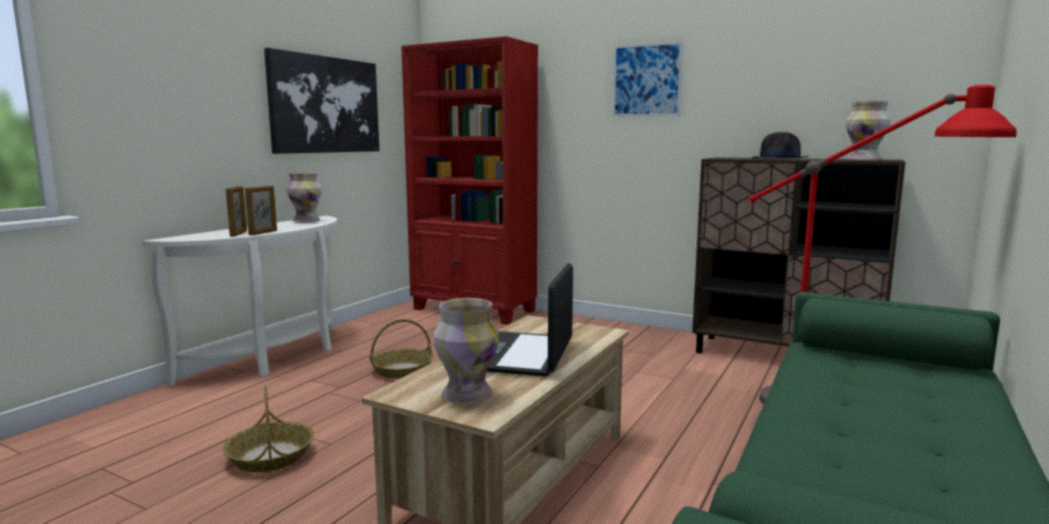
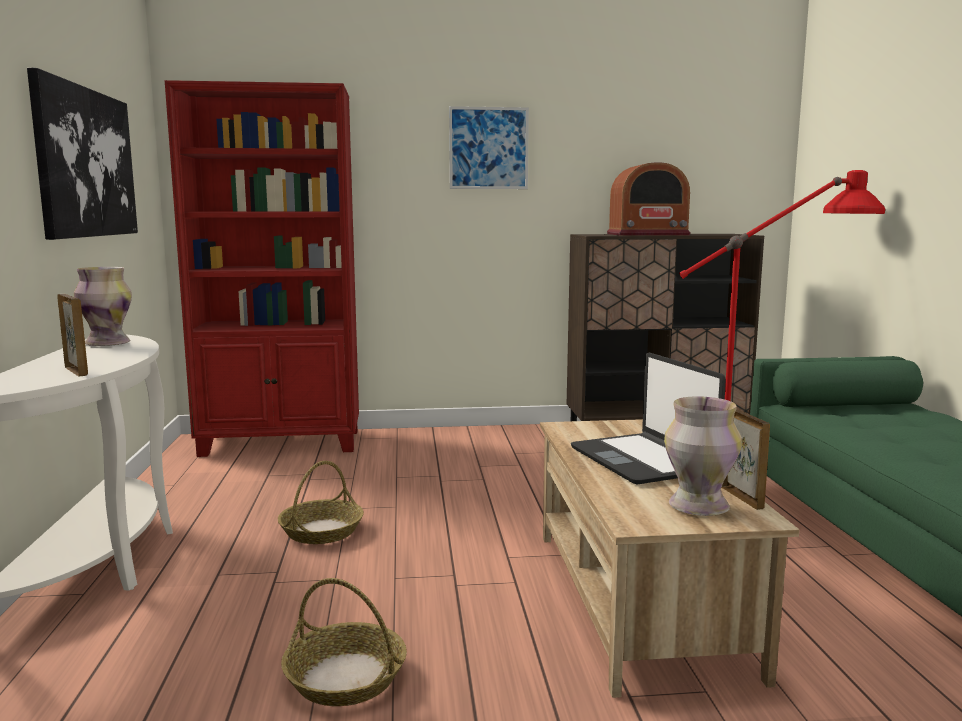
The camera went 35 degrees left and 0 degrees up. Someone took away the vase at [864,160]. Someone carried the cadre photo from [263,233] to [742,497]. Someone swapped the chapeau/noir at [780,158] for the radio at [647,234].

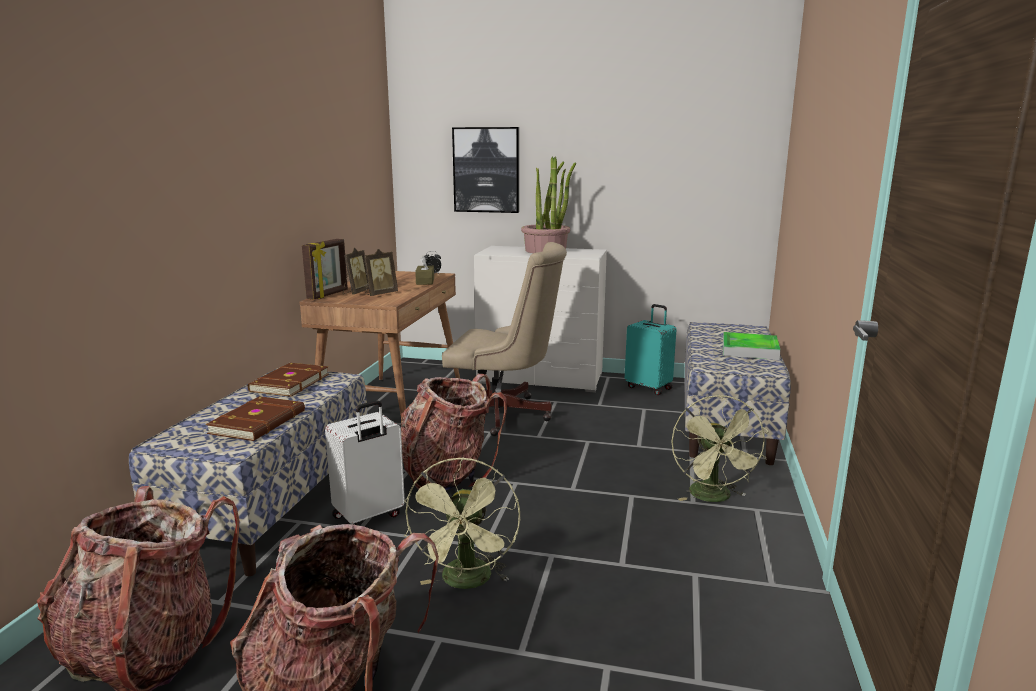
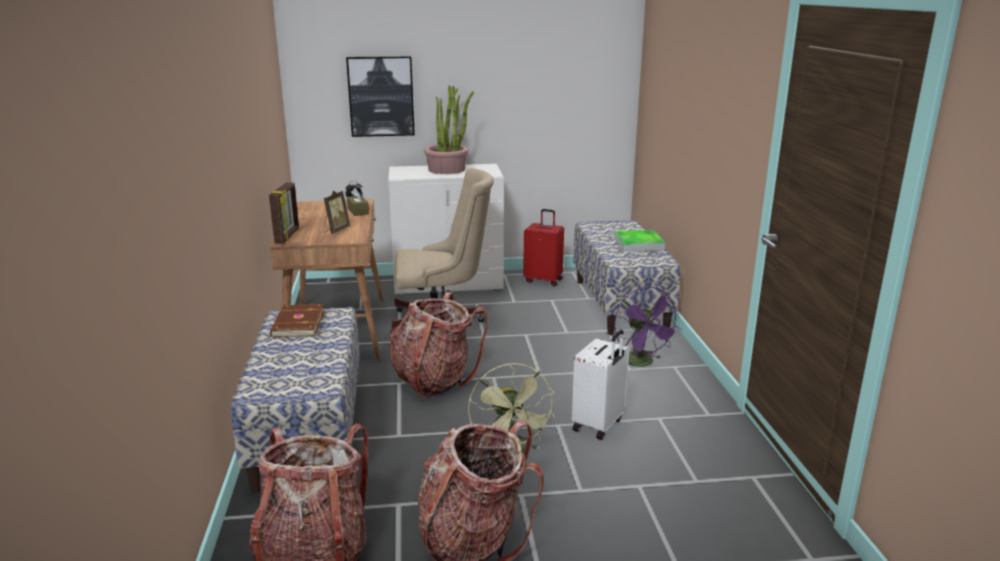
The camera went 20 degrees left and 5 degrees up. Someone took away the livre/marron at [259,422]. Someone took away the cadre photo at [356,292]. Someone carried the valise/blanc from [368,516] to [599,425]. Someone repainted the valise/turquoise at [649,387], which became the valise/rouge at [544,280]. Someone repainted the ventilateur/vert at [714,498], which became the ventilateur/violet at [642,363].

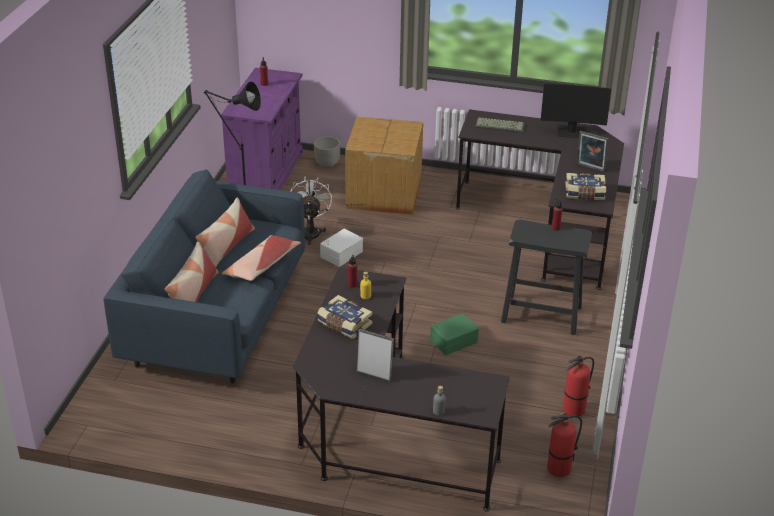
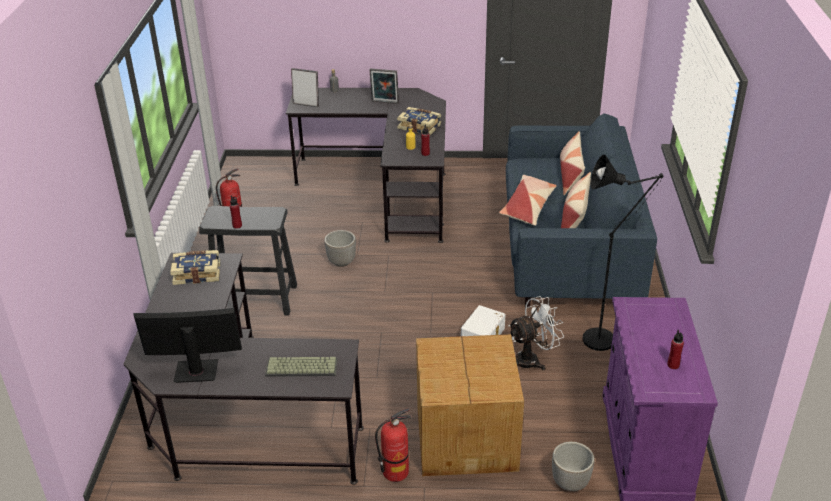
The camera went 170 degrees right and 0 degrees up. Someone carried the extincteur from [558,469] to [395,472]. Someone carried the cadre photo from [590,168] to [306,104]. Someone swapped the boîte de rangement/vert at [453,340] for the cache-pot at [341,262]. Someone rotated the ventilateur/blanc at [310,232] by 105 degrees counterclockwise.

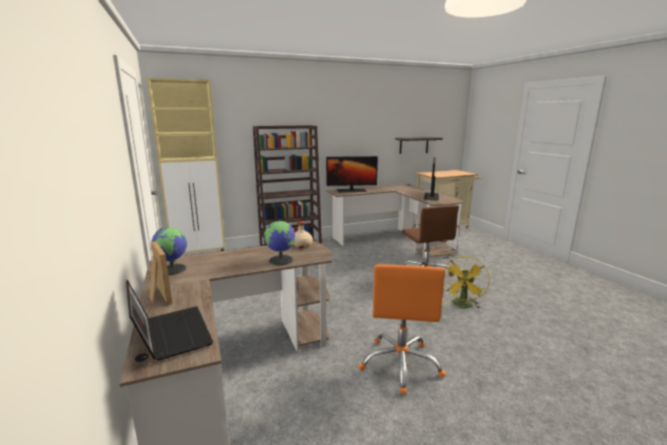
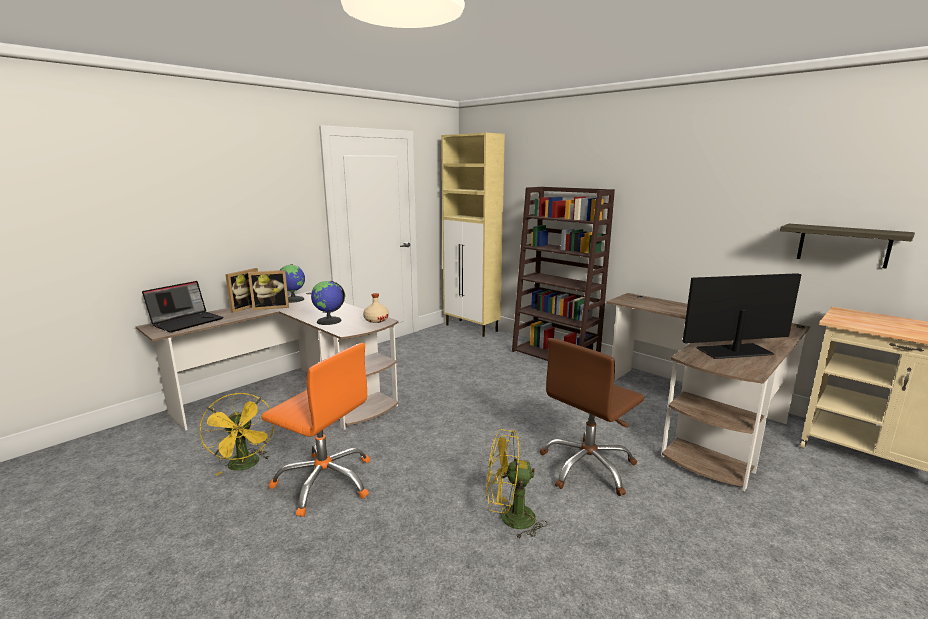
The camera went 65 degrees right and 0 degrees up. Someone took away the écran d'ordinateur at [351,190]. Someone put down the ventilateur/jaune at [245,466]. Someone put down the cadre photo at [271,307]. Someone rotated the chaise de bureau/orange at [401,364] by 135 degrees counterclockwise.

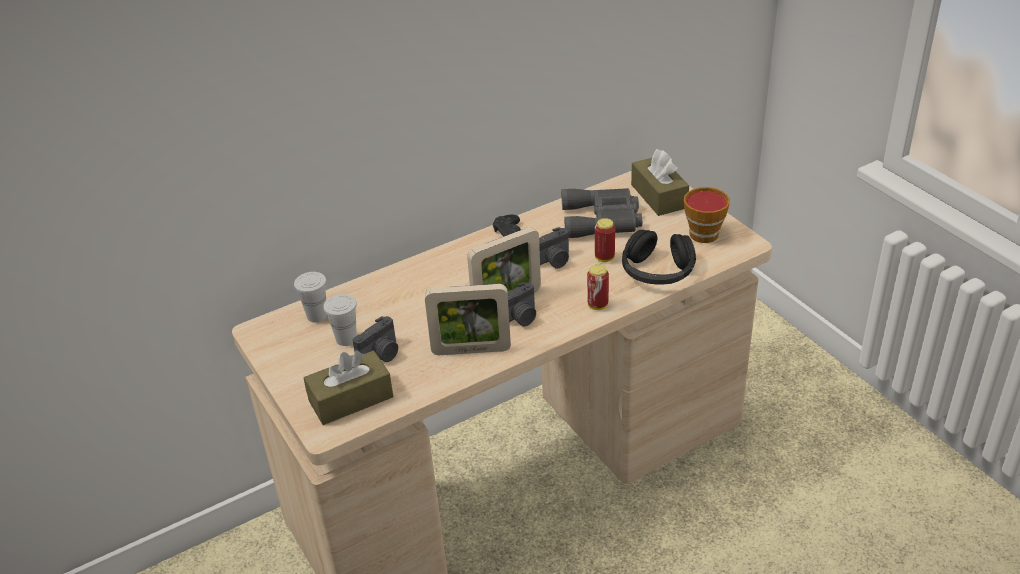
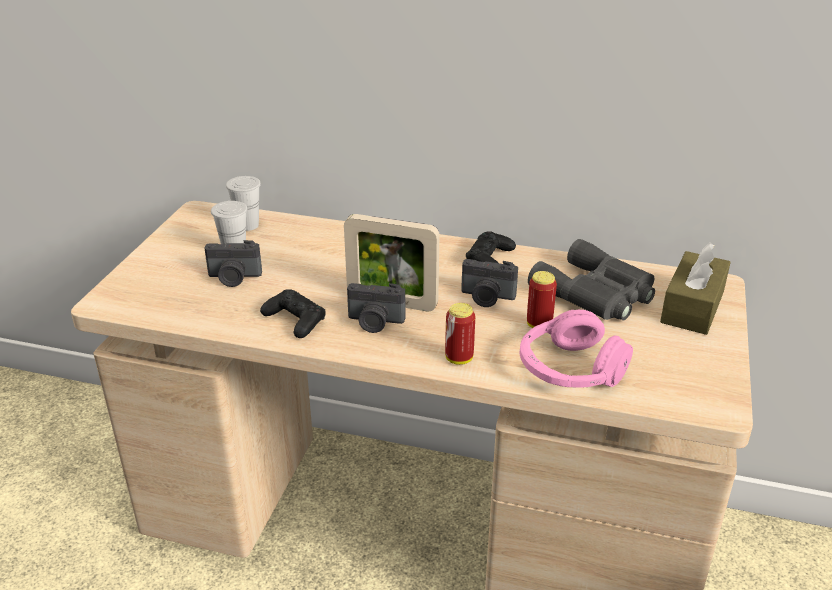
The camera went 45 degrees right and 5 degrees down. Someone took away the boîte à mouchoirs/marron at [351,399]. Someone took away the tasse at [702,232]. Someone swapped the cadre photo at [471,350] for the manette/noir at [295,320]. Someone repainted the casque audio/noir at [657,271], which became the casque audio/rose at [569,369].

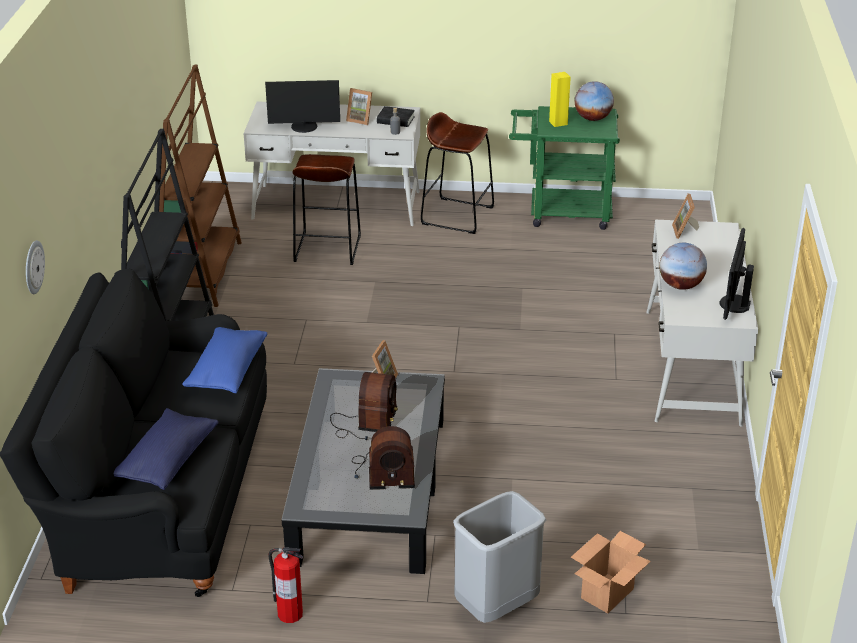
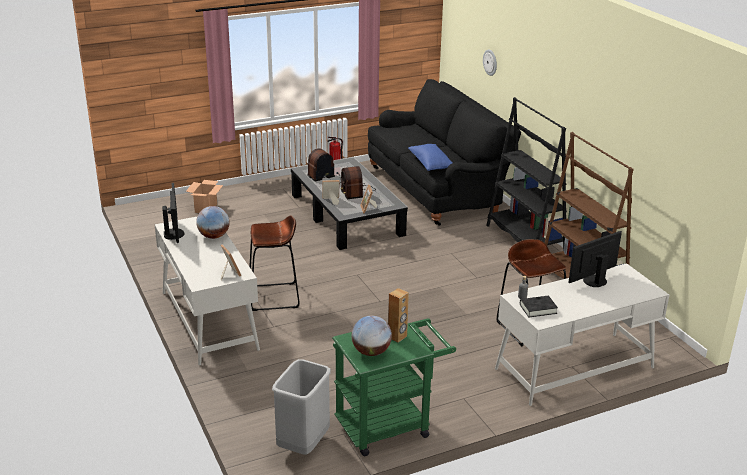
The camera went 150 degrees right and 5 degrees down. Someone took away the coussin/bleu at [167,460]. Someone carried the cadre photo from [360,119] to [331,200]. Someone carried the tabouret/marron from [457,215] to [274,297]. Someone carried the poubelle/gris from [496,606] to [304,445]. Someone repainted the enceinte/jaune at [558,123], which became the enceinte/marron at [397,337].

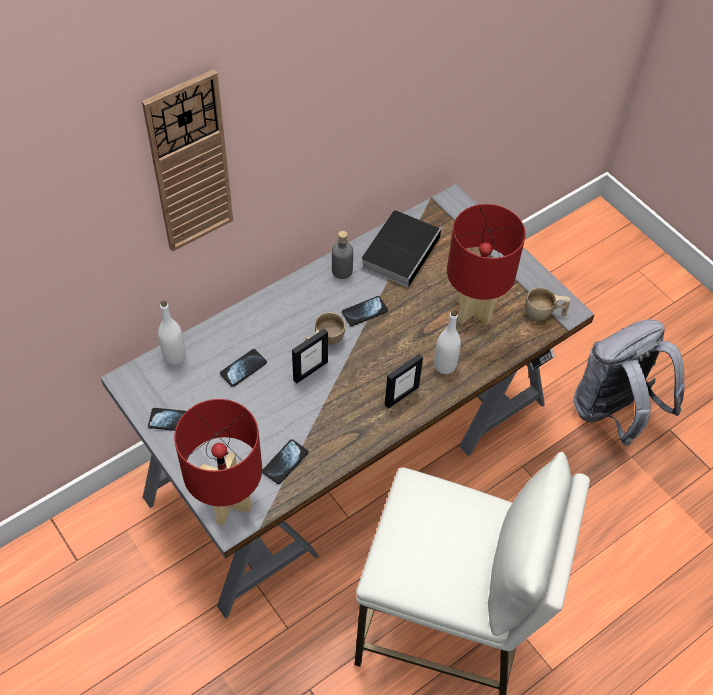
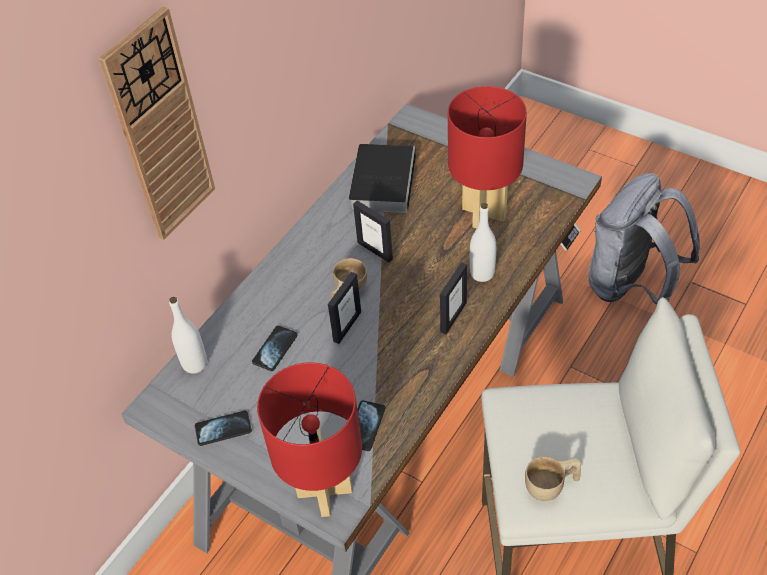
The camera went 15 degrees left and 5 degrees down. Someone took away the bouteille/gris at [342,271]. Someone carried the tasse/beige from [544,314] to [552,487]. Someone swapped the téléphone at [364,312] for the cadre photo at [375,250].

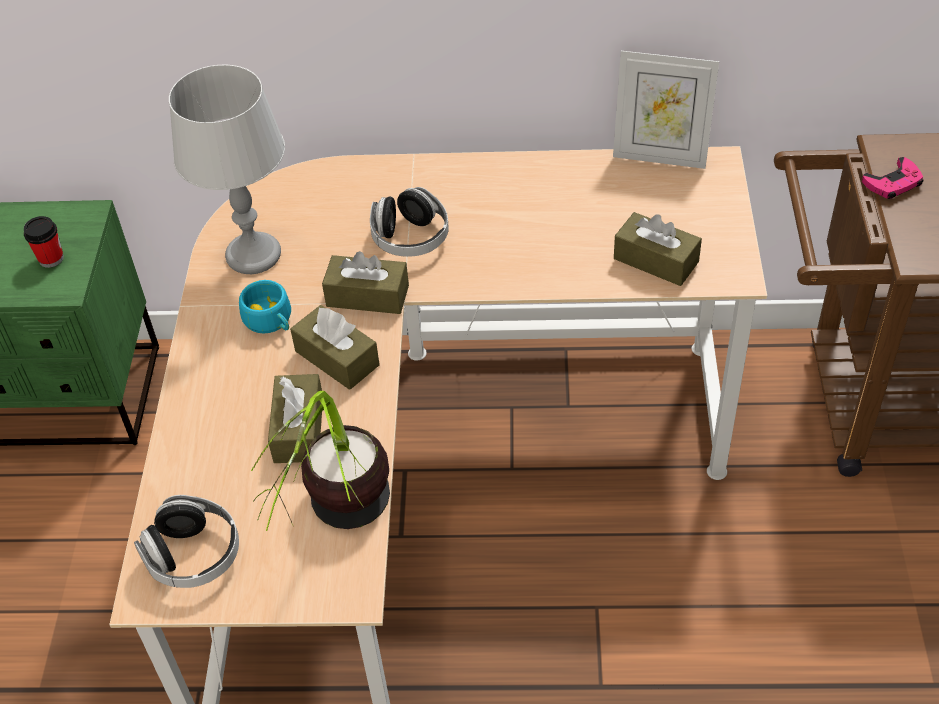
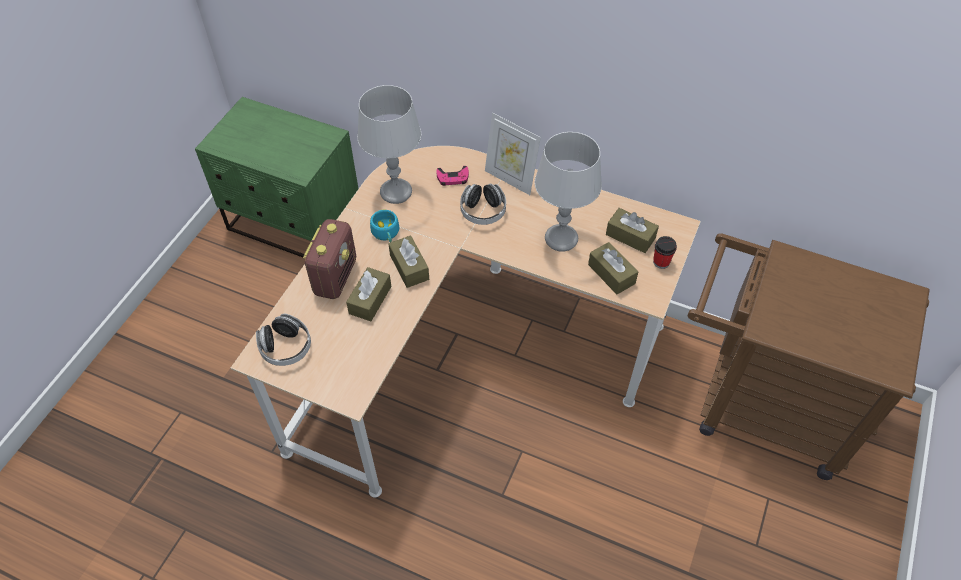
The camera went 20 degrees right and 5 degrees up. Someone took away the plante en pot at [344,537]. Someone put down the radio at [335,276]. Someone put down the lampe de table/gris at [561,239]. Someone carried the tasse from [51,258] to [661,262]. Someone carried the boîte à mouchoirs/marron from [367,296] to [630,236]. Someone carried the cadre photo from [660,156] to [510,179]. Someone carried the manette/rose from [893,183] to [453,178].

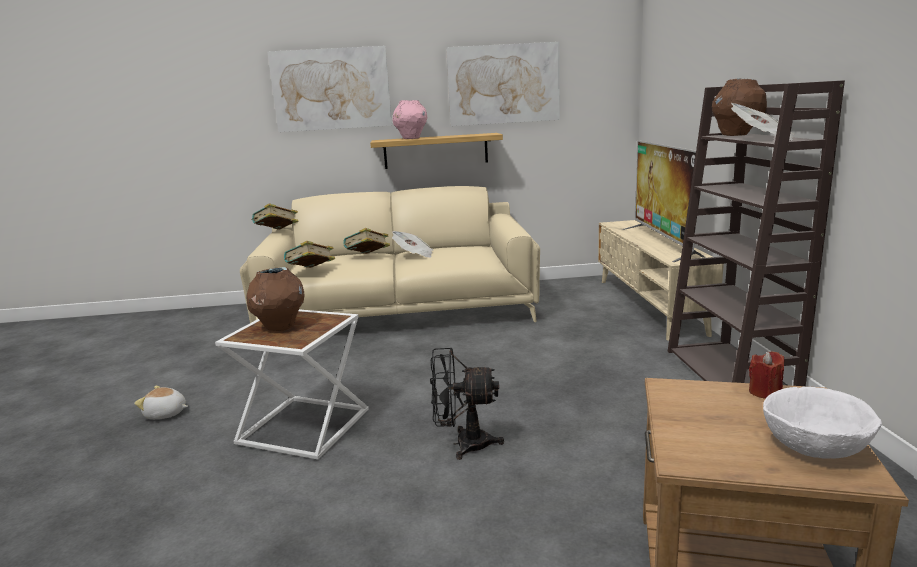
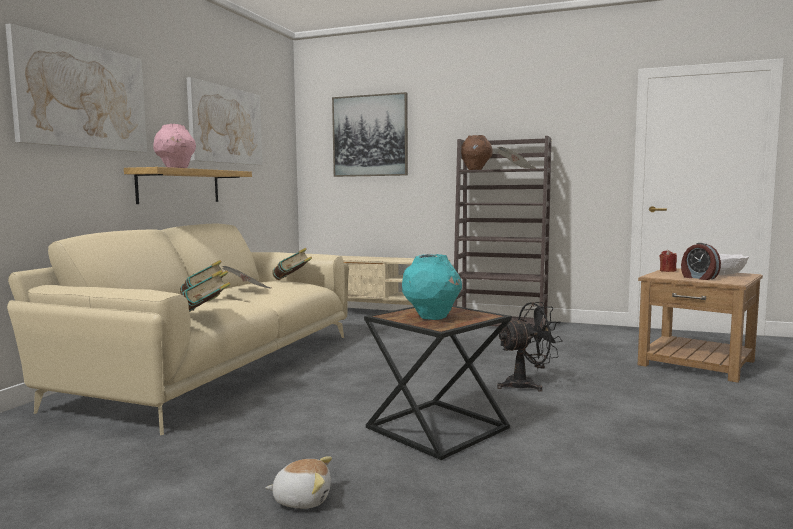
The camera went 65 degrees left and 10 degrees down. Someone took away the téléviseur at [662,242]. Someone put up the tableau at [370,136]. Someone put down the réveil at [699,278]. Someone carried the livre from [276,232] to [292,280]. Someone repainted the table d'appoint/blanc at [306,426], which became the table d'appoint/noir at [437,428]. Someone repainted the vase/marron at [279,327], which became the vase/turquoise at [432,317]. Someone rotated the peluche at [165,414] by 120 degrees counterclockwise. Someone rotated the ventilateur/noir at [463,444] by 135 degrees counterclockwise.

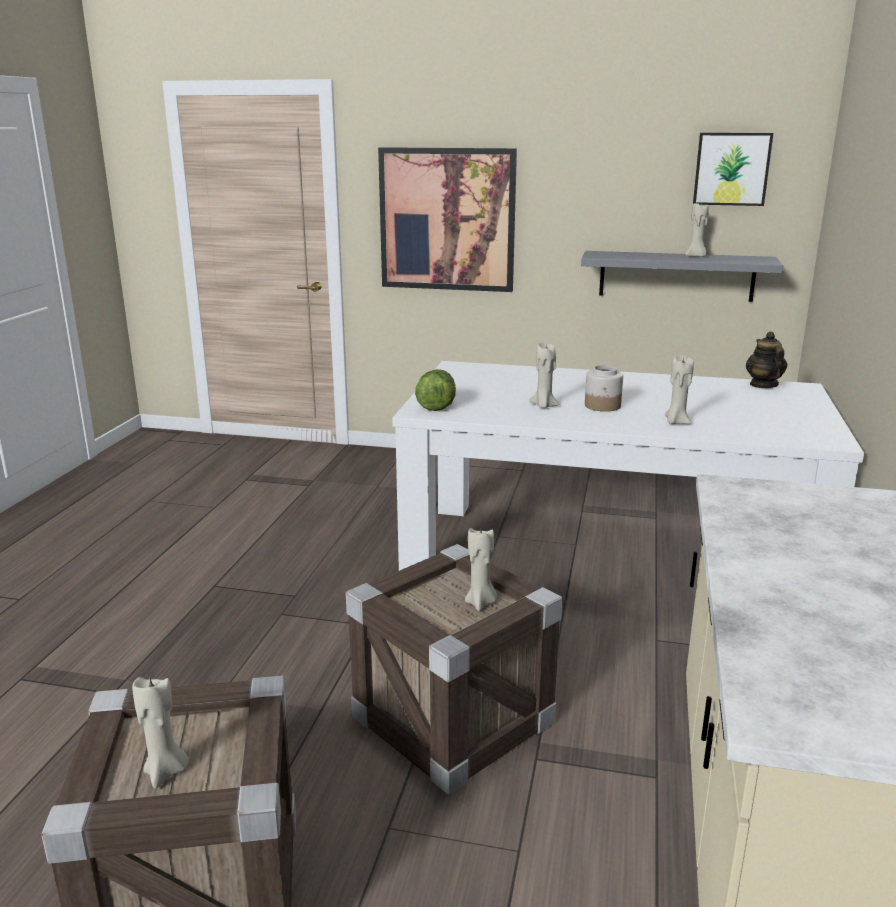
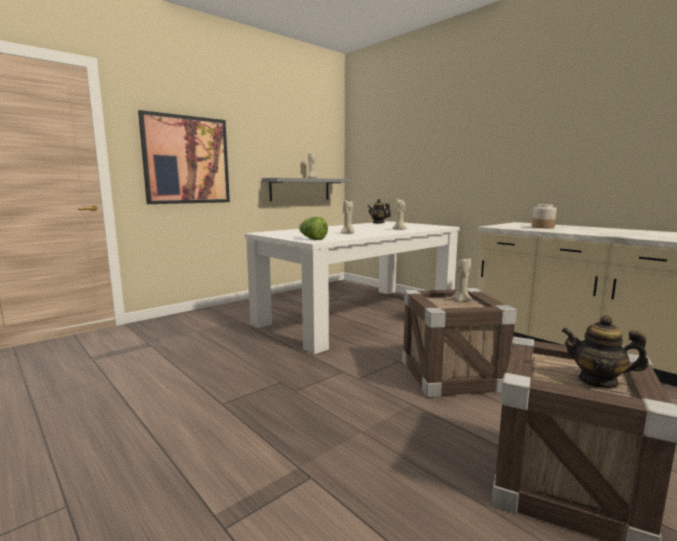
The camera went 55 degrees left and 10 degrees down. Someone took away the tableau at [731,169]. Someone carried the bocal from [603,406] to [543,227]. Someone swapped the bougie/beige at [166,772] for the théière at [598,381].

